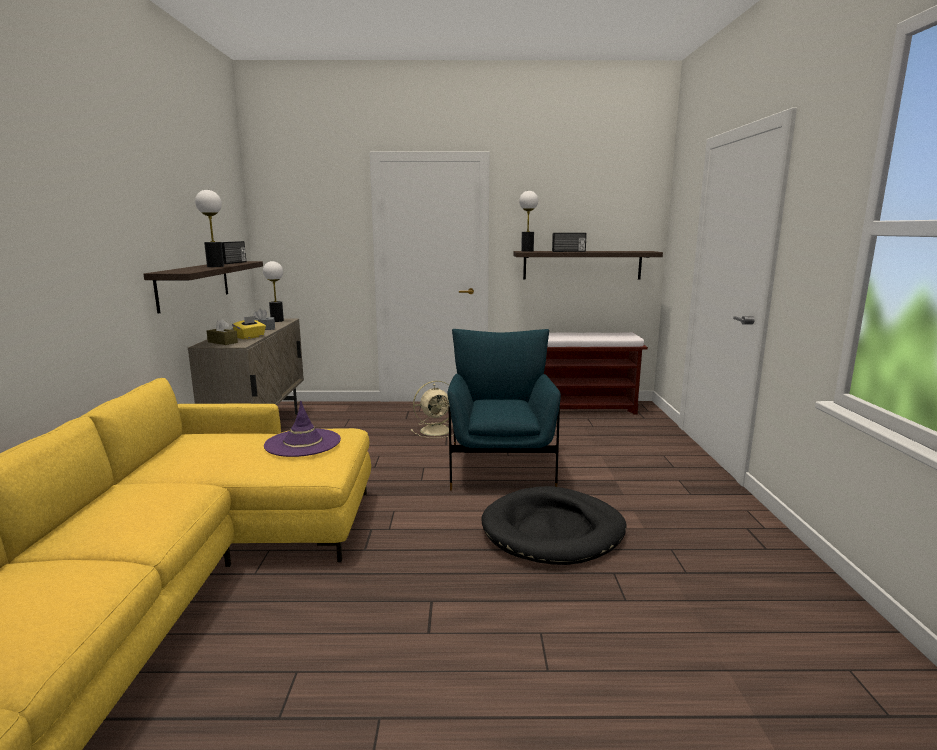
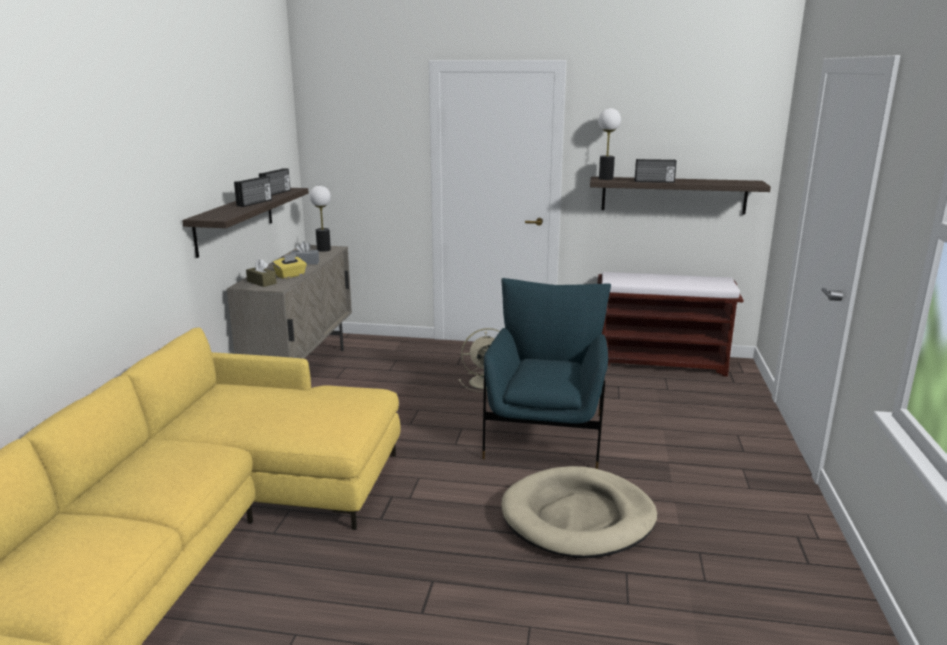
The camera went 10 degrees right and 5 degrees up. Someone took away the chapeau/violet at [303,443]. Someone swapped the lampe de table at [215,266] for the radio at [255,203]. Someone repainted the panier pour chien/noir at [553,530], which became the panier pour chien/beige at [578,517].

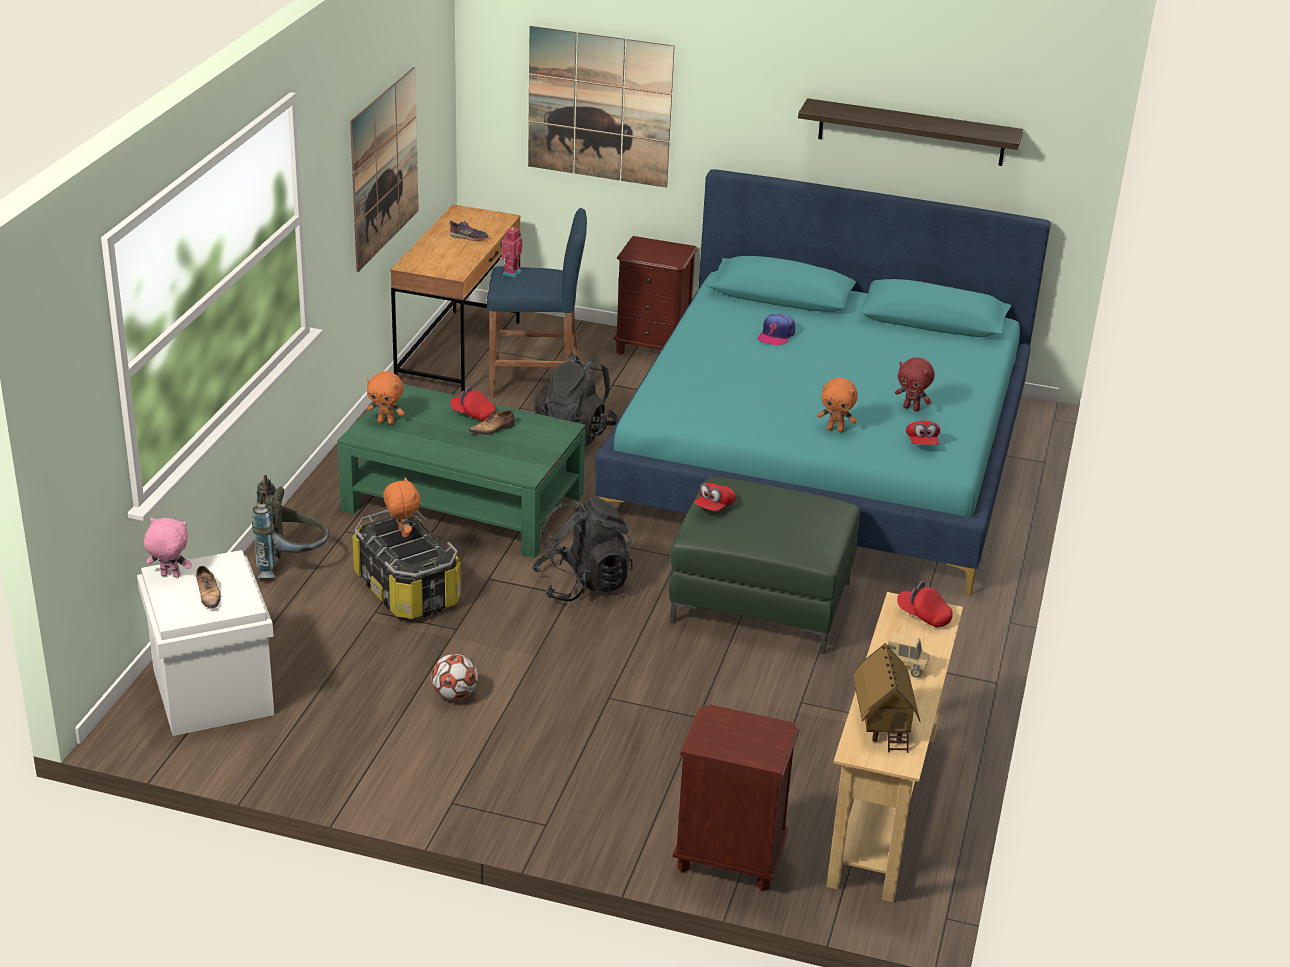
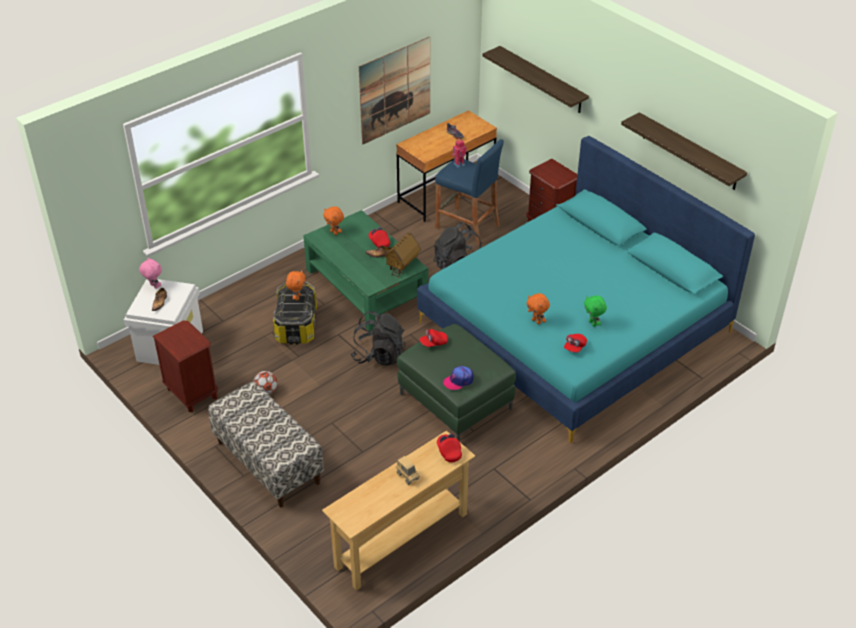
The camera went 35 degrees right and 10 degrees up. Someone took away the sac à dos/gris at [291,565]. Someone put down the banc at [268,462]. Someone carried the table de chevet/marron from [729,858] to [192,393]. Someone carried the casquette from [776,335] to [458,380]. Someone carried the maison miniature from [883,723] to [402,265]. Someone swapped the tableau at [599,107] for the étagère at [542,80]. Someone repainted the peluche/rouge at [912,408], which became the peluche/vert at [593,323].

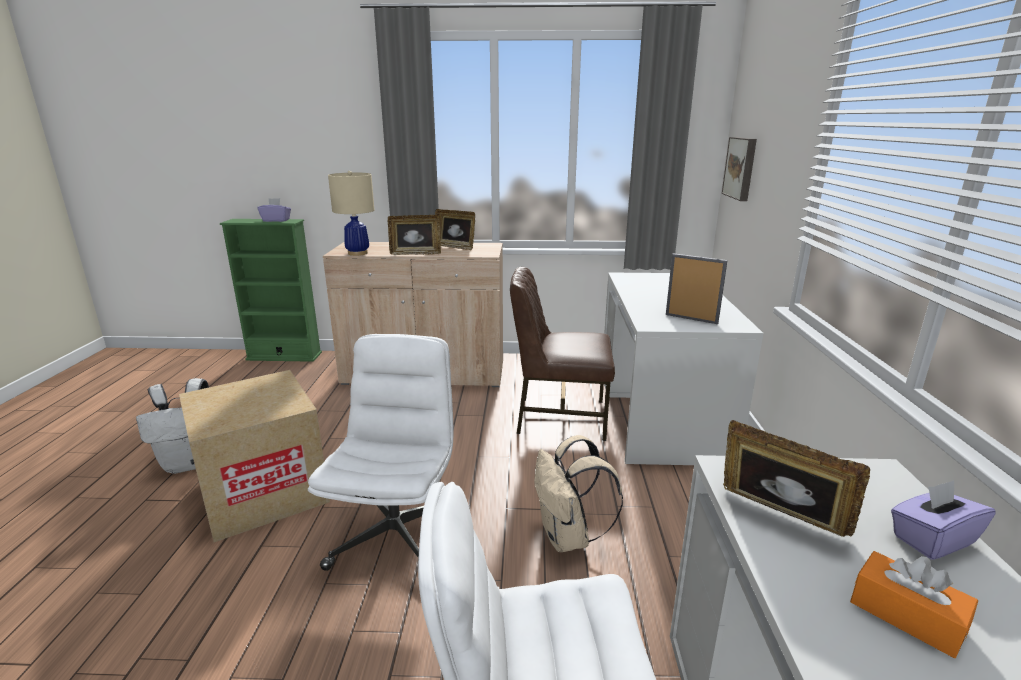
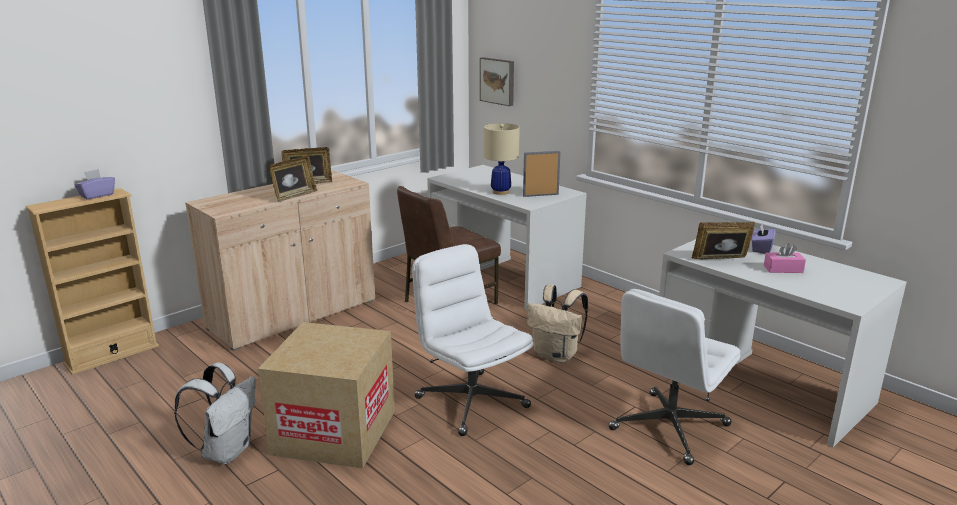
The camera went 45 degrees left and 0 degrees up. Someone carried the lampe de table/beige from [358,253] to [501,192]. Someone repainted the bibliothèque/vert at [284,356], which became the bibliothèque/beige at [112,355]. Someone repainted the boîte à mouchoirs/orange at [906,615], which became the boîte à mouchoirs/rose at [783,269].

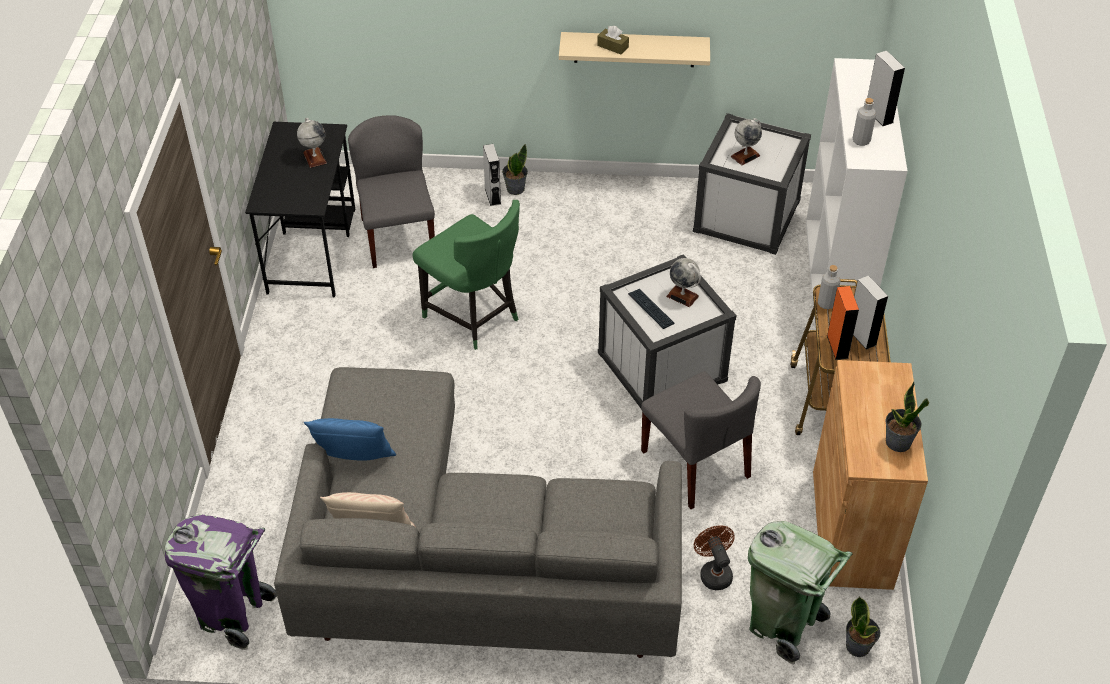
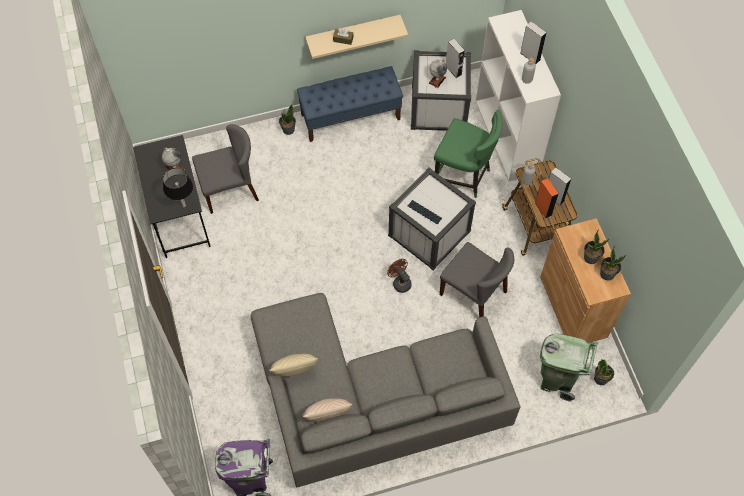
The camera went 20 degrees left and 15 degrees up. Someone took away the globe at [682,296]. Someone put down the lampe de table/noir at [184,205]. Someone put down the banc/bleu at [350,117]. Someone put down the plante en pot at [590,258]. Someone carried the chaise/vert from [473,317] to [463,176]. Someone carried the enceinte/gris from [492,196] to [453,70]. Someone carried the ventilateur/marron from [713,572] to [400,282]. Someone repainted the coussin/bleu at [355,460], which became the coussin/beige at [295,372]. Someone rotated the chaise/gris at [397,237] by 105 degrees clockwise.

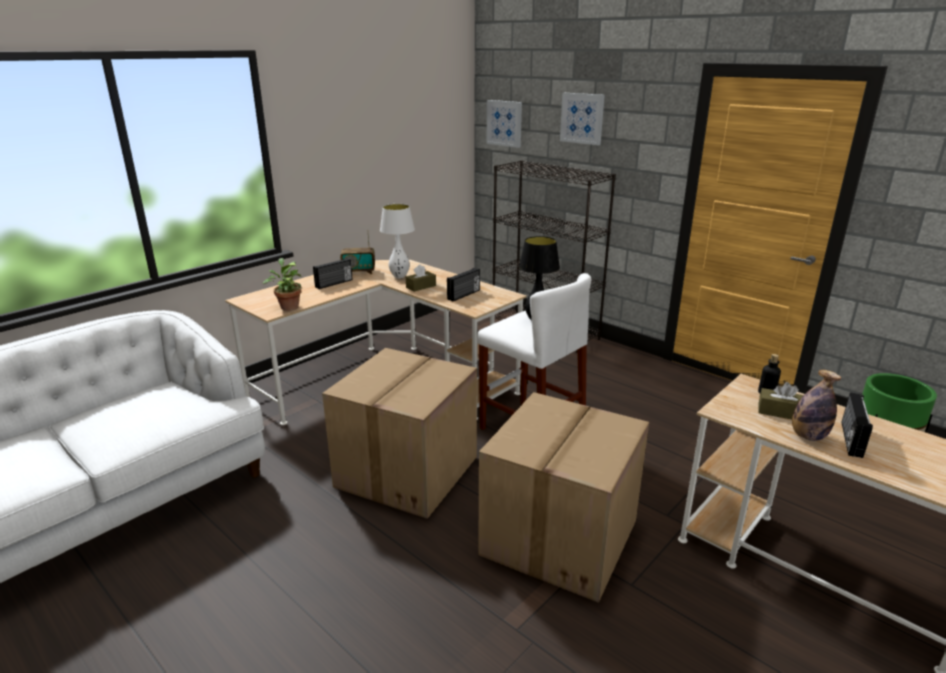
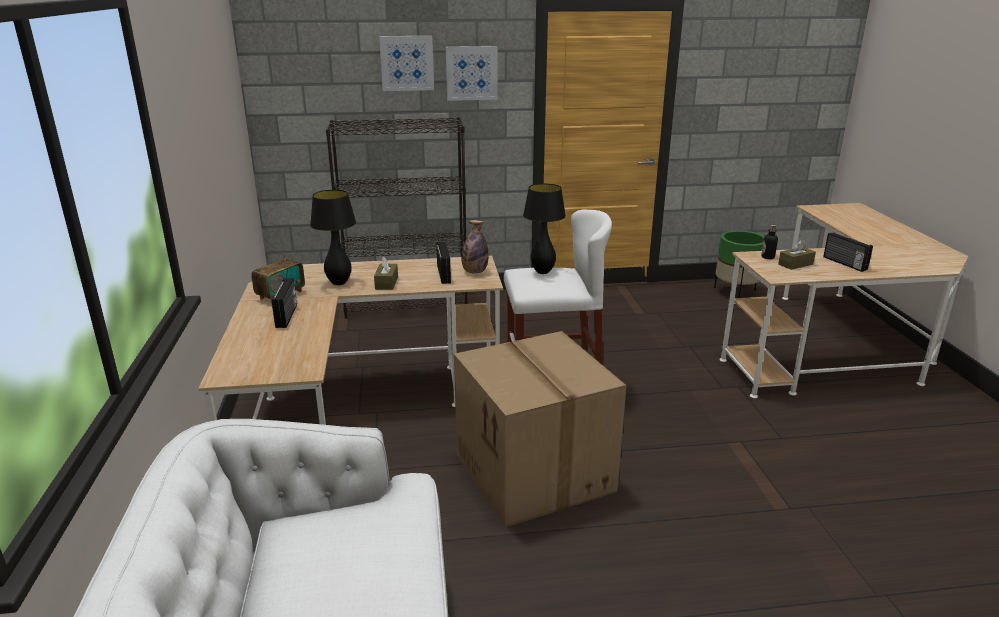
The camera went 50 degrees left and 0 degrees up. Someone took away the plante en pot at [288,307]. Someone took away the carton at [561,539]. Someone carried the tableau from [504,123] to [471,73]. Someone carried the bouteille from [808,436] to [474,272]. Someone repainted the lampe de table/blanc at [399,277], which became the lampe de table/noir at [339,283].

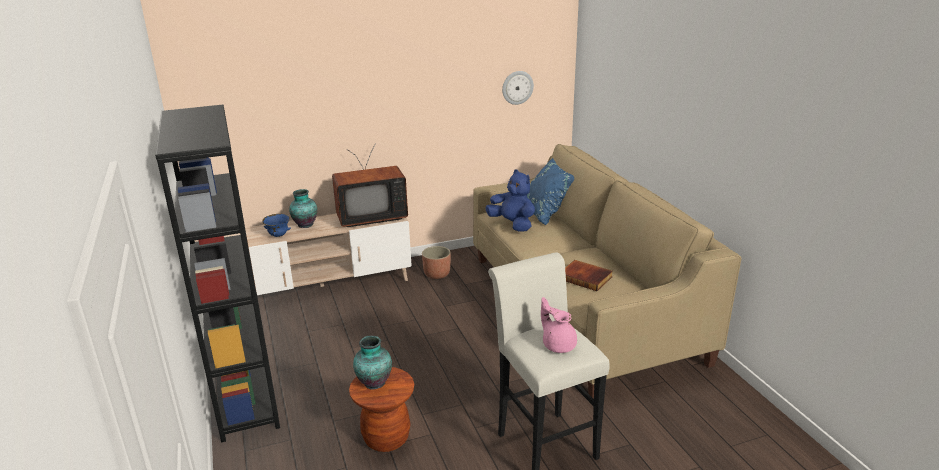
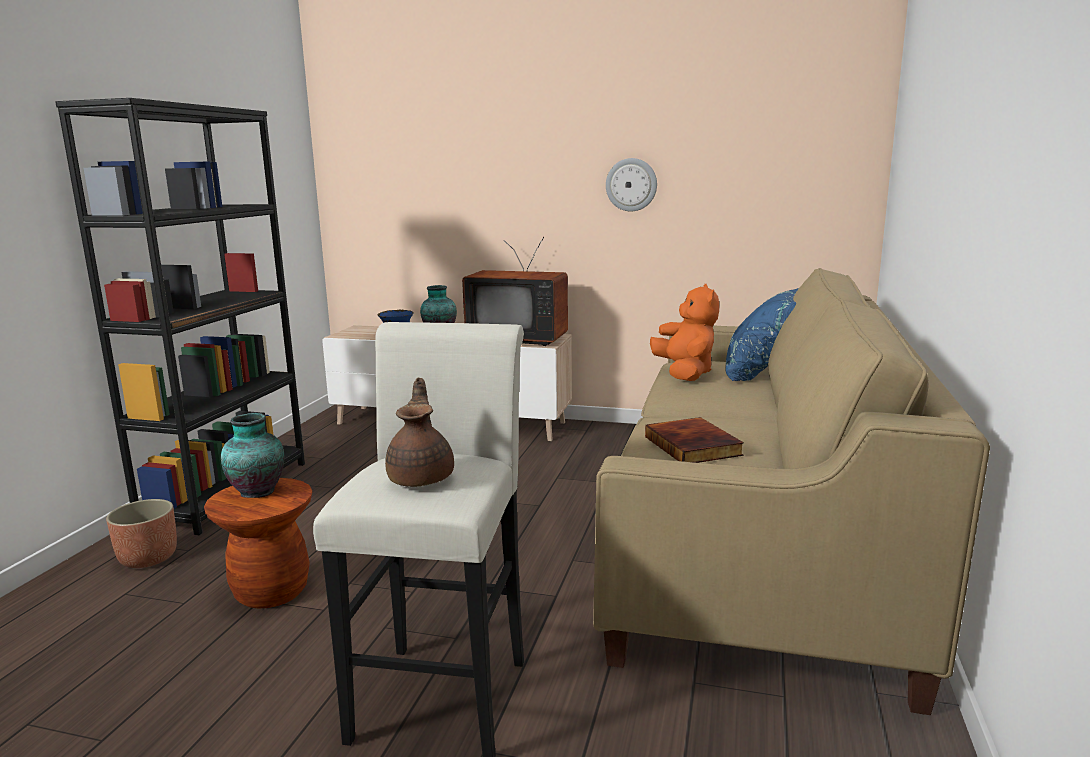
The camera went 35 degrees right and 10 degrees down. Someone carried the cache-pot from [437,274] to [148,558]. Someone carried the horloge murale from [517,87] to [631,185]. Someone repainted the peluche/bleu at [512,224], which became the peluche/orange at [685,373]. Someone repainted the théière/rose at [558,345], which became the théière/marron at [422,477].

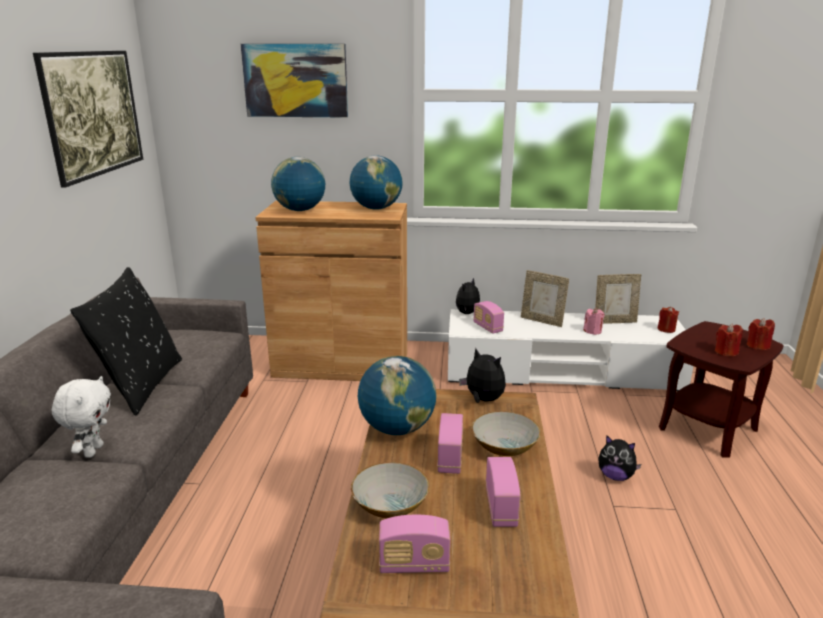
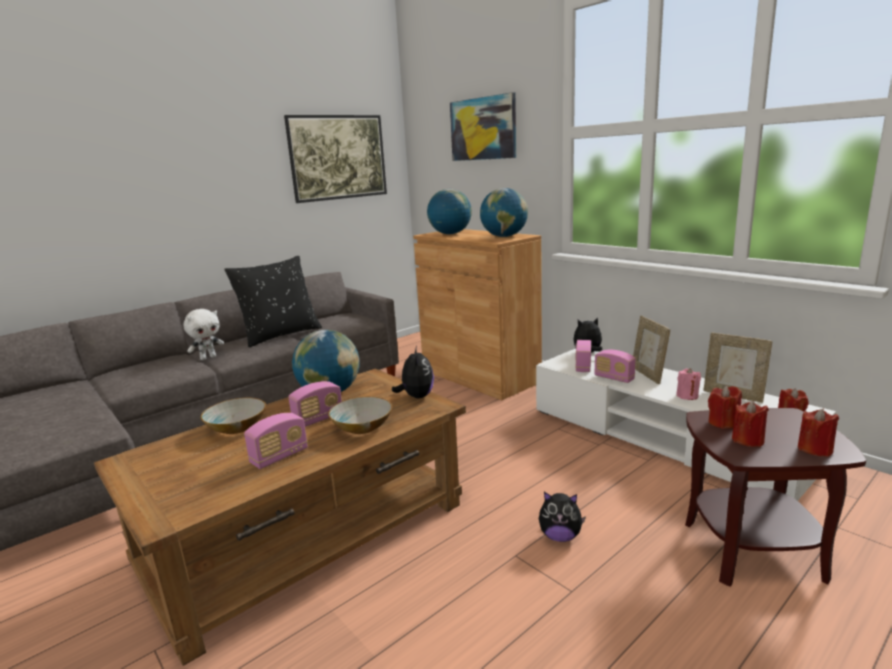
The camera went 45 degrees right and 5 degrees down. Someone put down the bougie/rouge at [723,423]. Someone carried the radio from [414,565] to [614,378]. Someone rotated the peluche at [615,476] by 60 degrees counterclockwise.

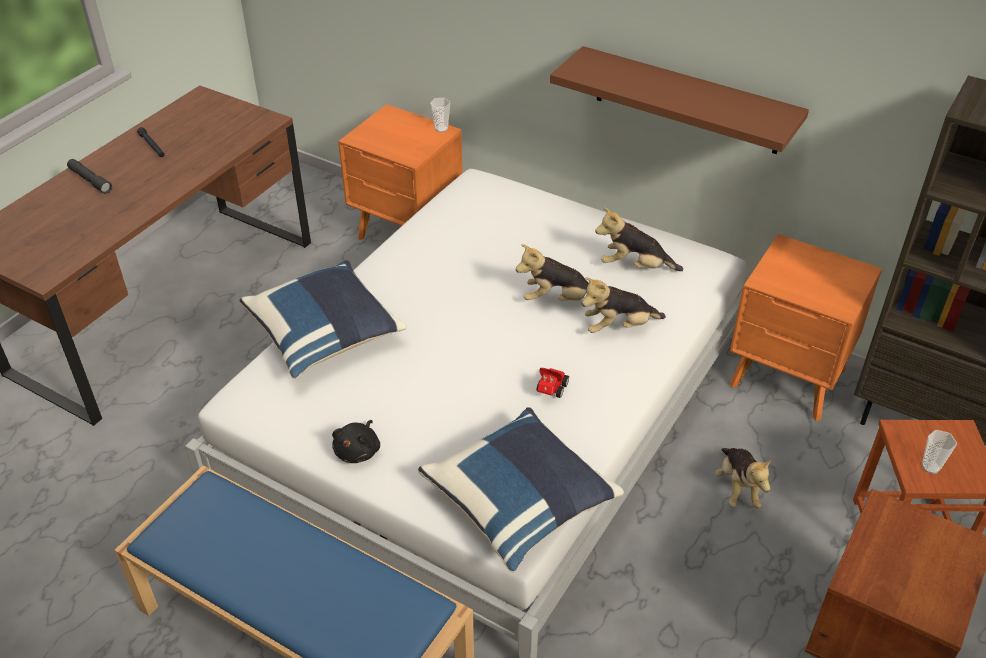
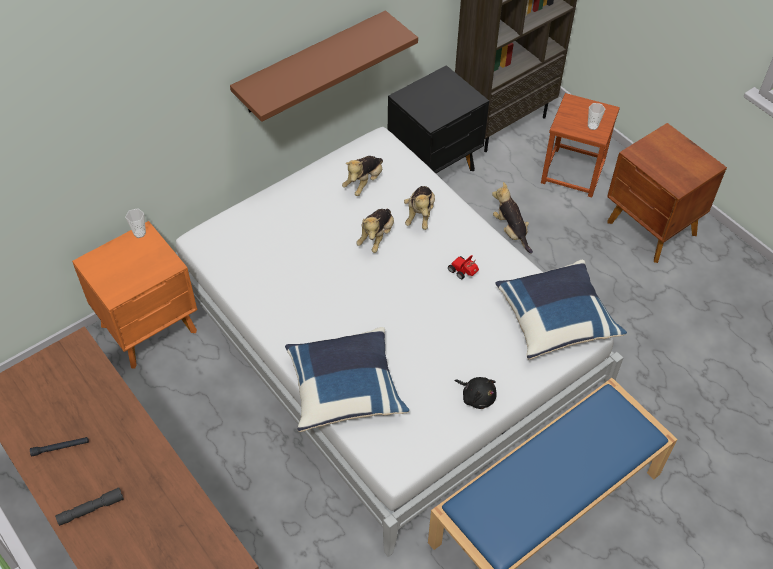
The camera went 70 degrees left and 10 degrees up. Someone repainted the table de chevet/orange at [788,380], which became the table de chevet/noir at [434,168]. Someone rotated the peluche at [737,487] by 135 degrees counterclockwise.

